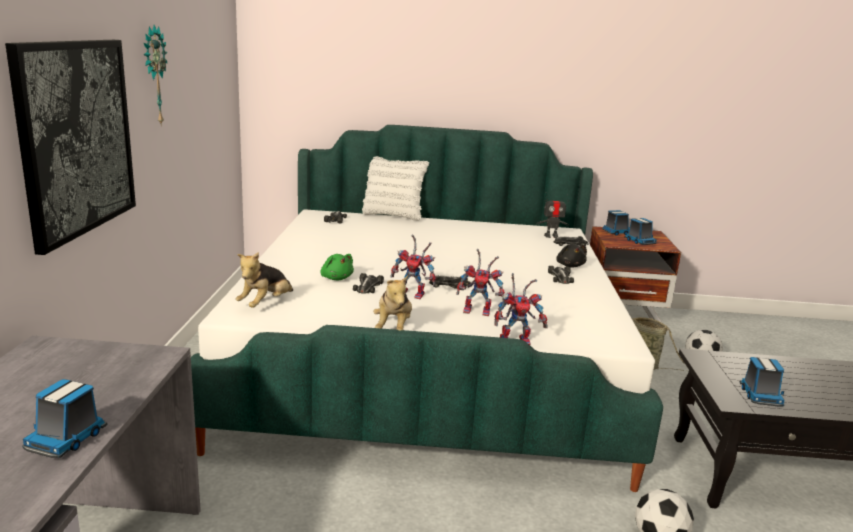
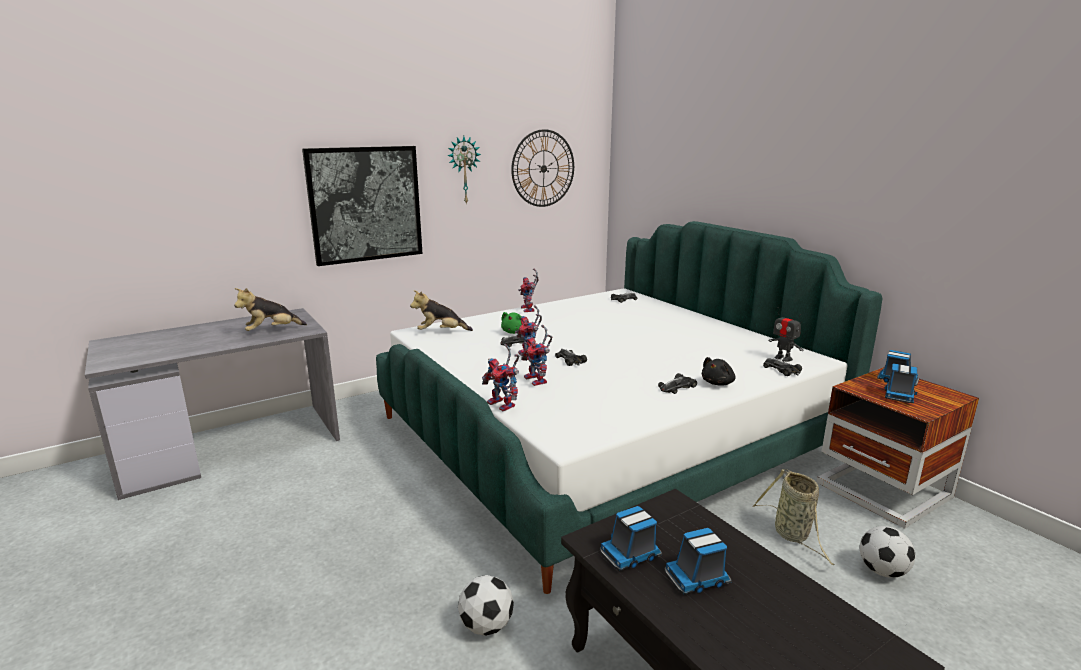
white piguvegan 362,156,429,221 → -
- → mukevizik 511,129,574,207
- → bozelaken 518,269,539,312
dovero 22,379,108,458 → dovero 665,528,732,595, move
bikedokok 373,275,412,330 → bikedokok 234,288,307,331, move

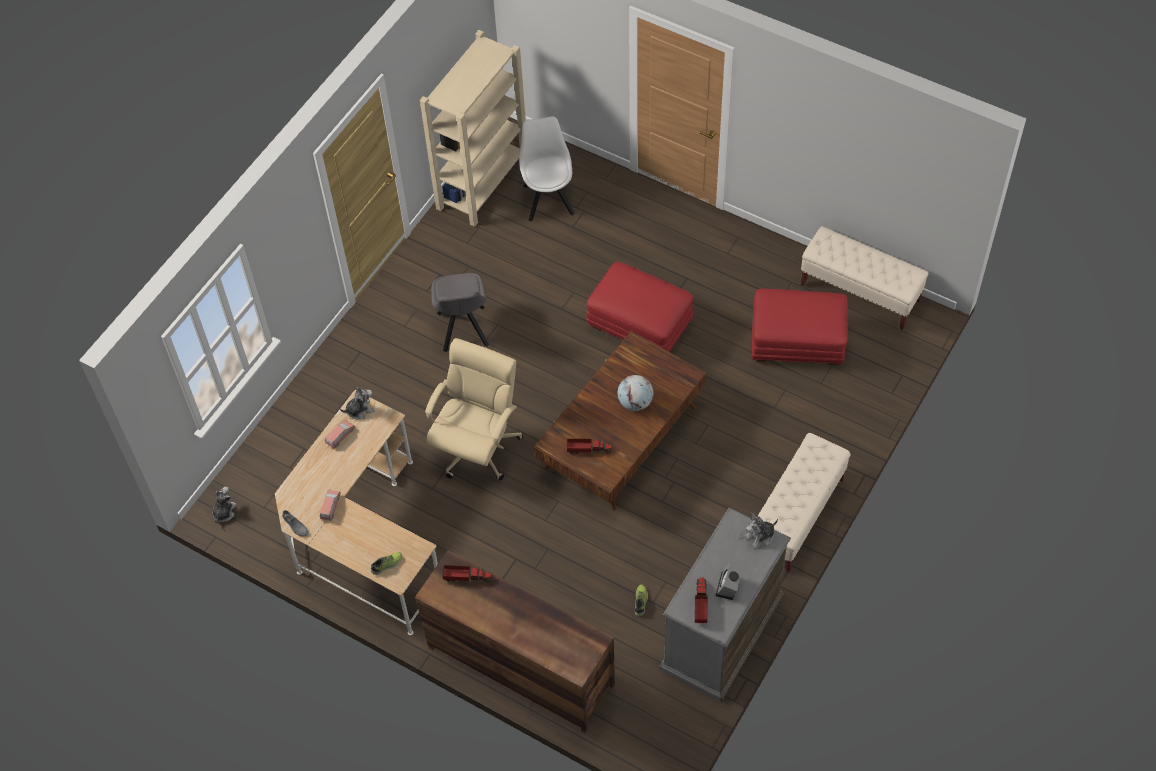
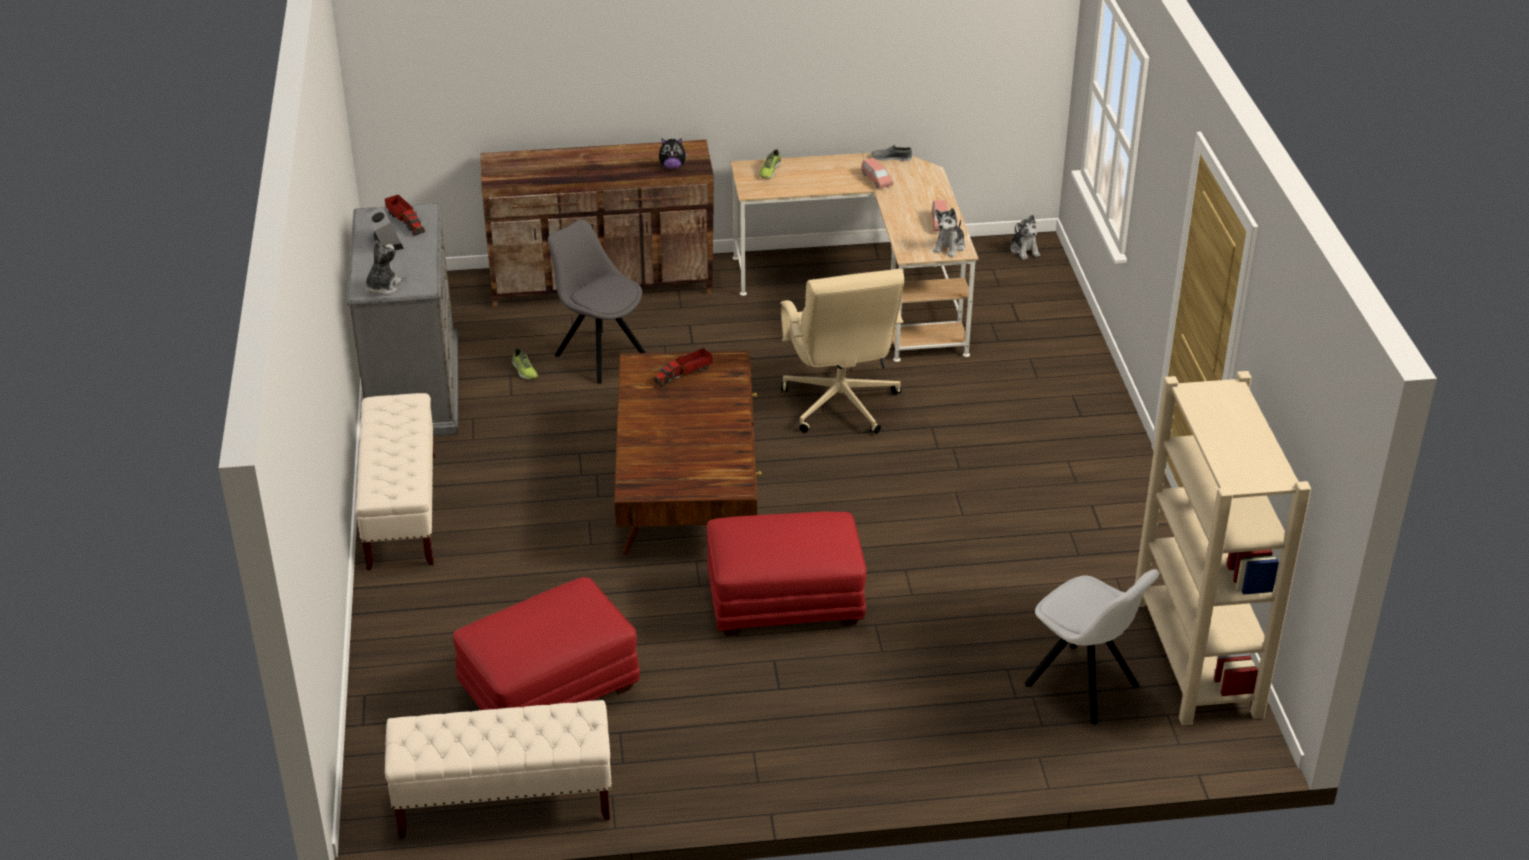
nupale 618,375,653,411 → -
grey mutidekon 431,273,489,352 → grey mutidekon 548,219,646,384, move
dovero 443,565,492,583 → bikedokok 659,138,688,169

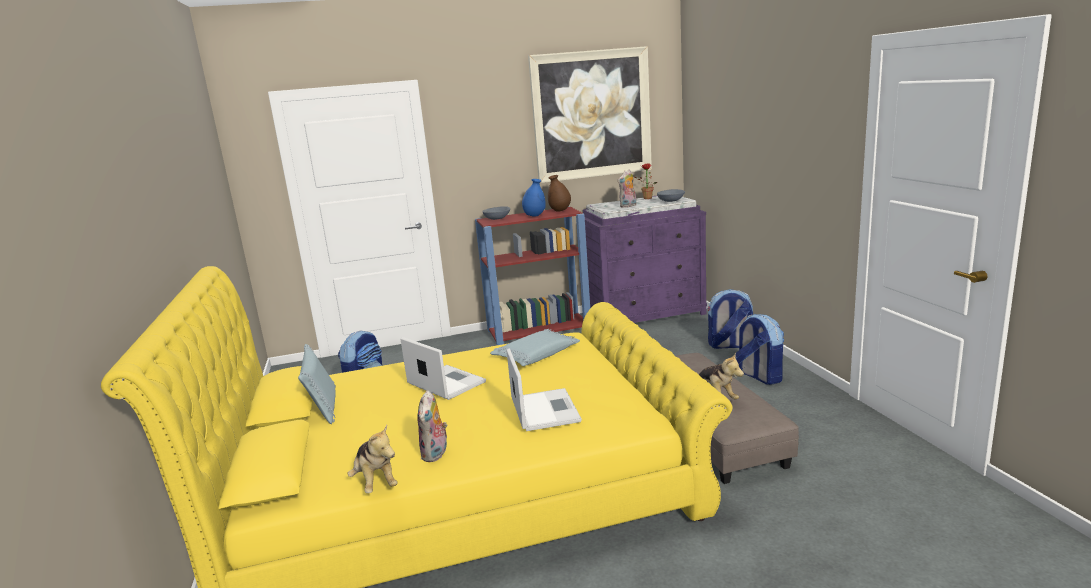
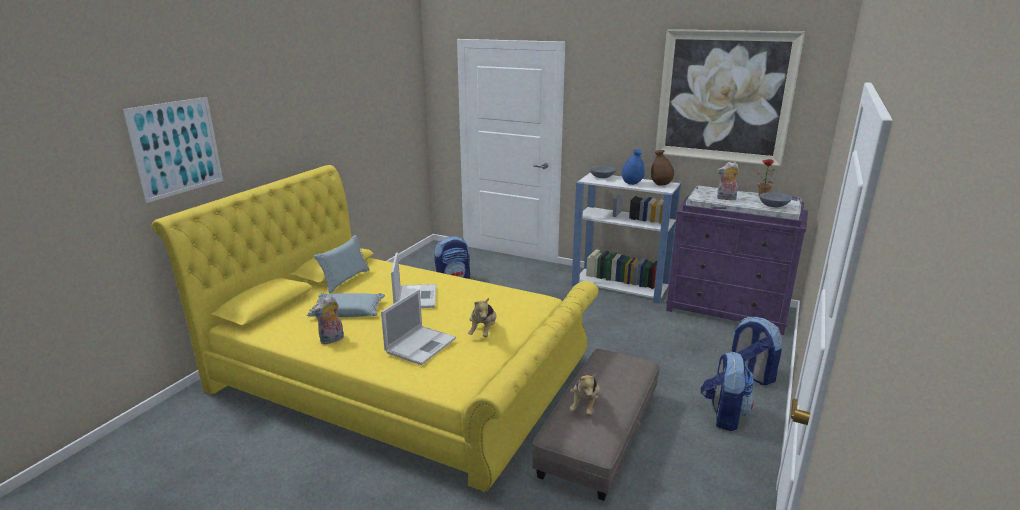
- → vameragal 122,97,223,203
bikedokok 348,424,398,493 → bikedokok 468,298,497,337, move
blue piguvegan 490,329,580,366 → blue piguvegan 307,293,385,317, move
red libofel 475,207,590,345 → white libofel 572,172,681,304

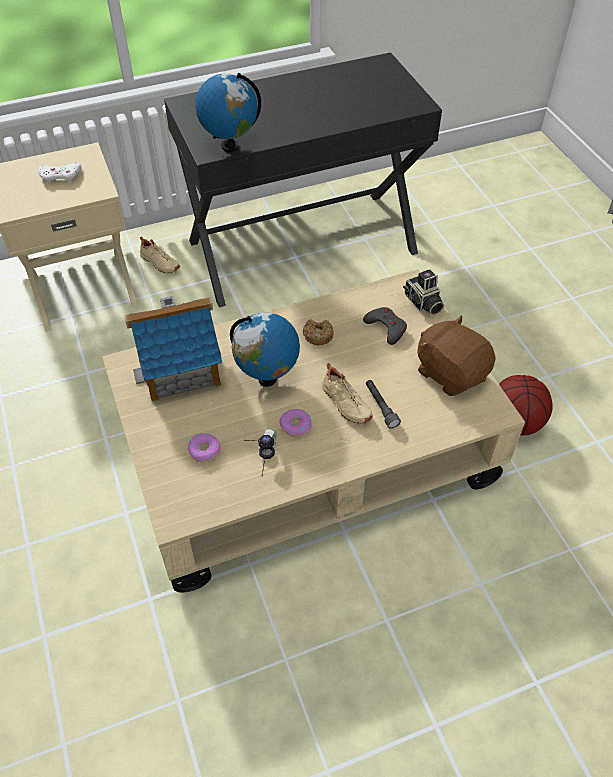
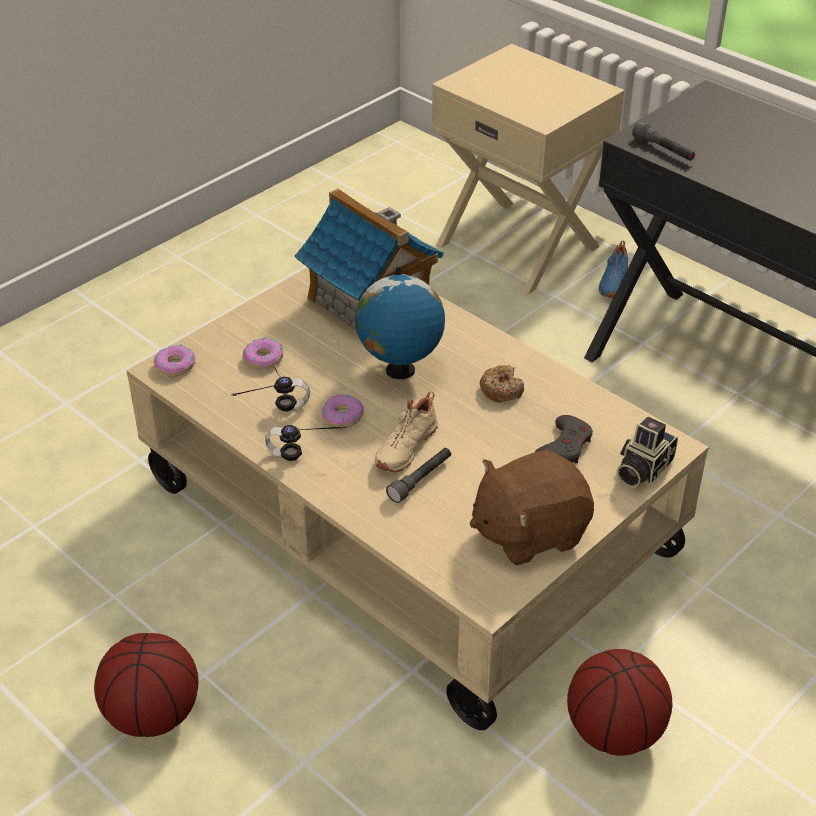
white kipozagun 38,163,81,184 → -
- → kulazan 94,633,198,737
- → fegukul 154,344,196,377
- → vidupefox 265,425,347,461
nupale 195,73,261,152 → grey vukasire 632,121,695,161
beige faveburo 140,237,180,273 → blue faveburo 599,241,628,298
brown bikedokok 417,315,496,396 → brown bikedokok 470,450,594,566, 135 degrees counterclockwise

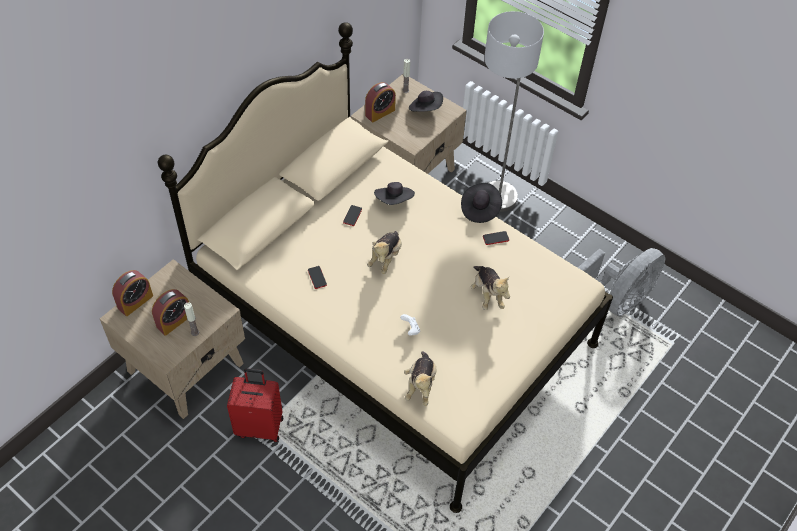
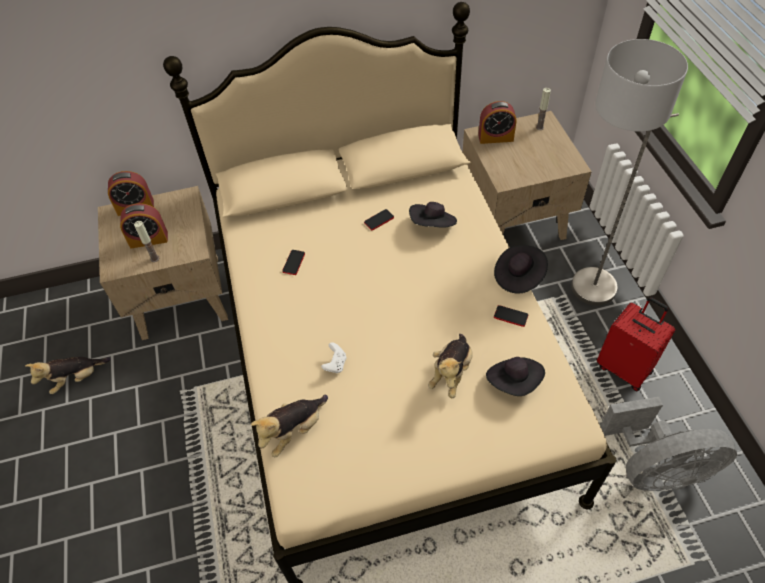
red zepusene 227,368,283,442 → red zepusene 597,297,675,391, move
bikedokok 367,231,402,274 → bikedokok 25,357,111,394, move
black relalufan 409,91,443,112 → black relalufan 486,357,545,396, move

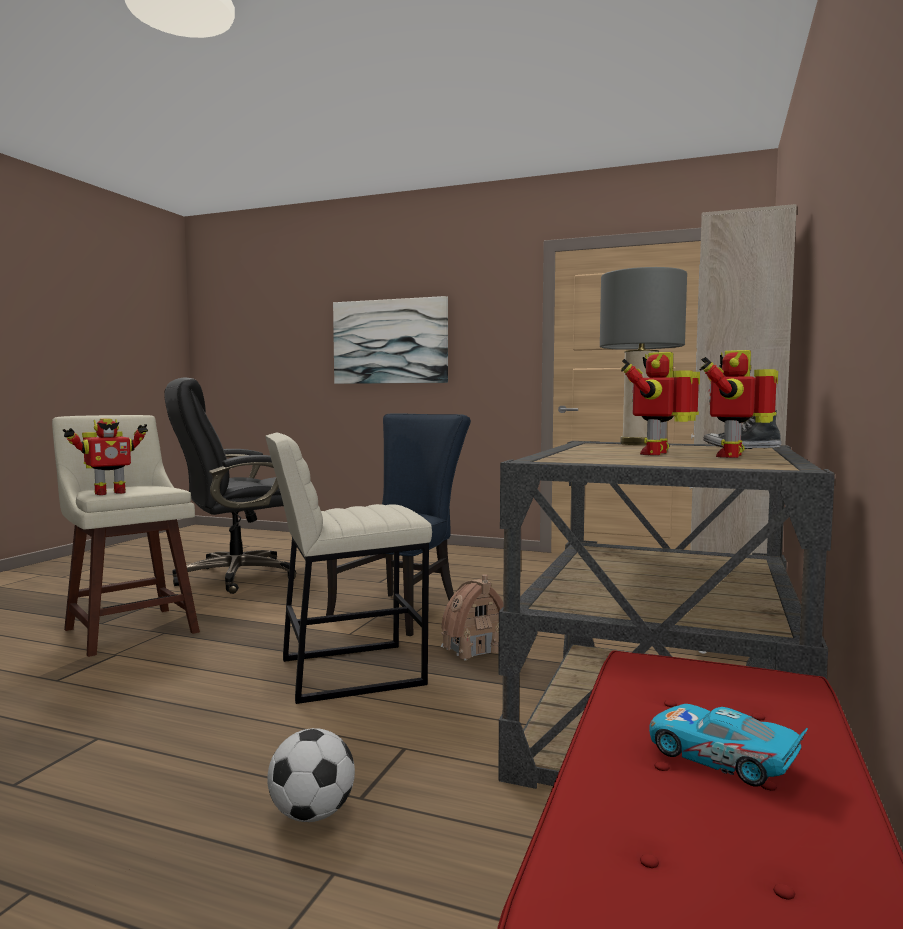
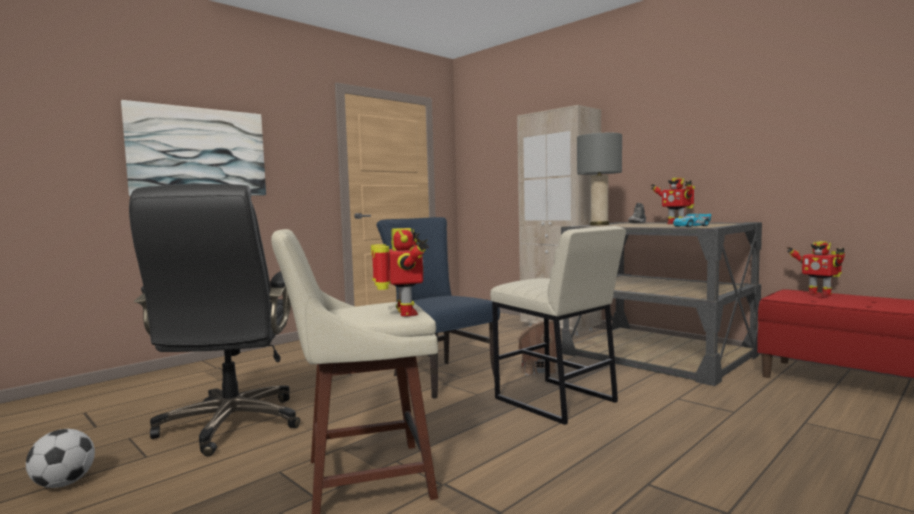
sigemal 267,728,355,822 → sigemal 26,429,95,488, move
bozelaken 621,352,700,455 → bozelaken 787,241,845,296, move
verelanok 649,704,808,787 → verelanok 673,214,711,227, move
beige mutidekon 265,433,432,704 → beige mutidekon 490,226,626,425, 45 degrees counterclockwise

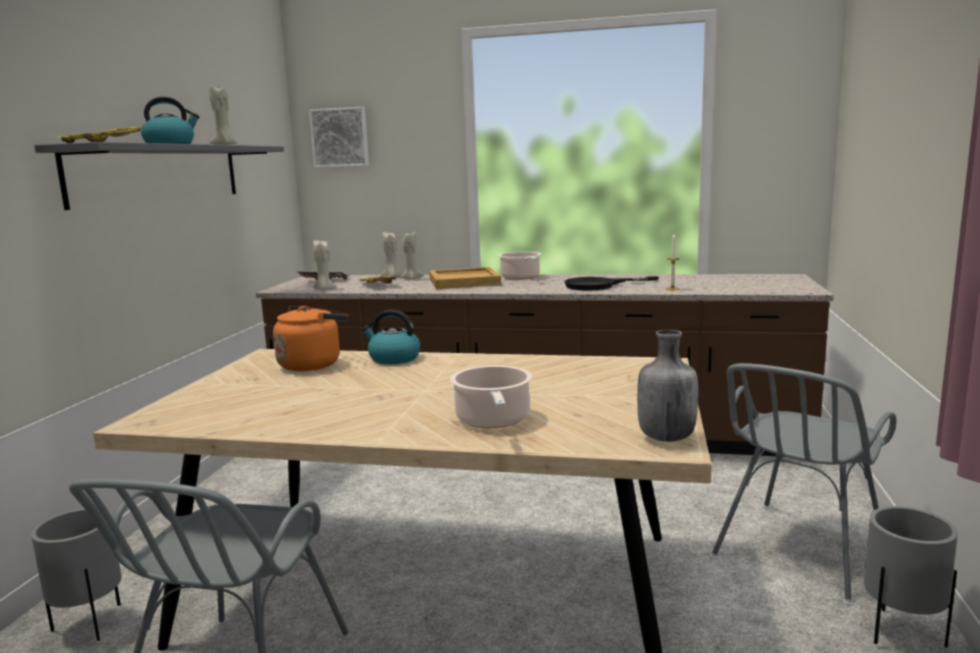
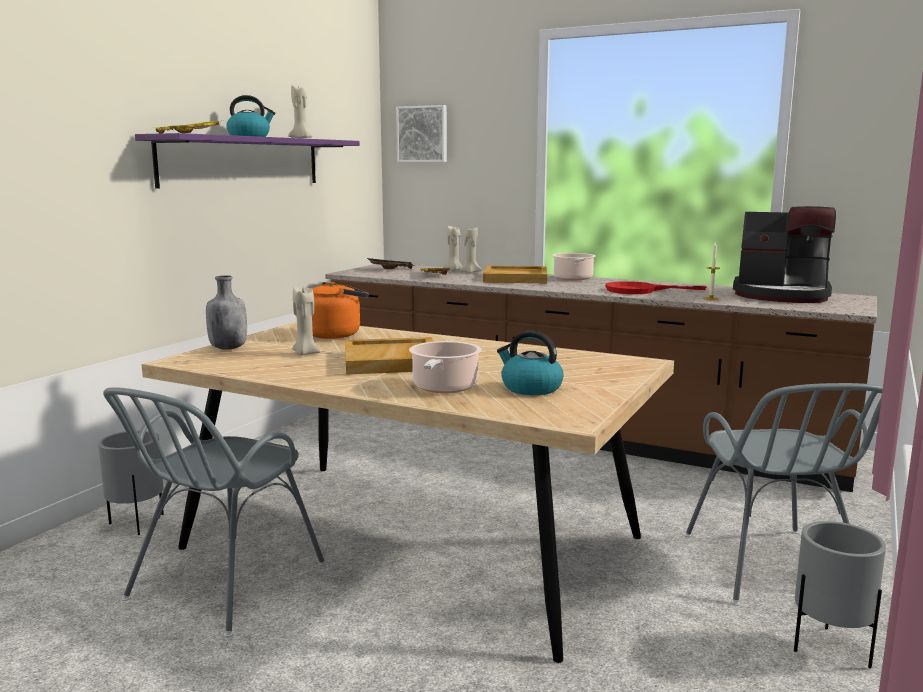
- → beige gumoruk 345,337,434,375
- → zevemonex 733,206,836,303
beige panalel 313,240,336,290 → beige panalel 292,286,321,355, move
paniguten 362,310,420,364 → paniguten 497,331,564,395, move
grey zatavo 637,330,698,442 → grey zatavo 206,275,247,350, move
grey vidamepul 34,142,284,210 → purple vidamepul 135,133,360,189
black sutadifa 564,276,659,291 → red sutadifa 605,281,706,294
grey mutidekon 710,363,897,605 → grey mutidekon 684,383,883,606, 60 degrees counterclockwise

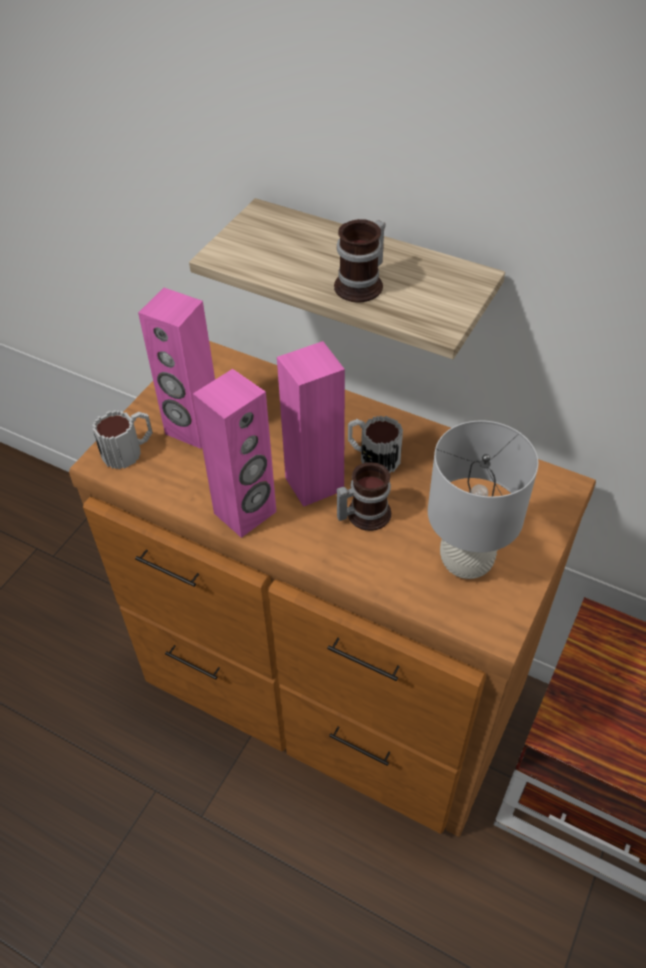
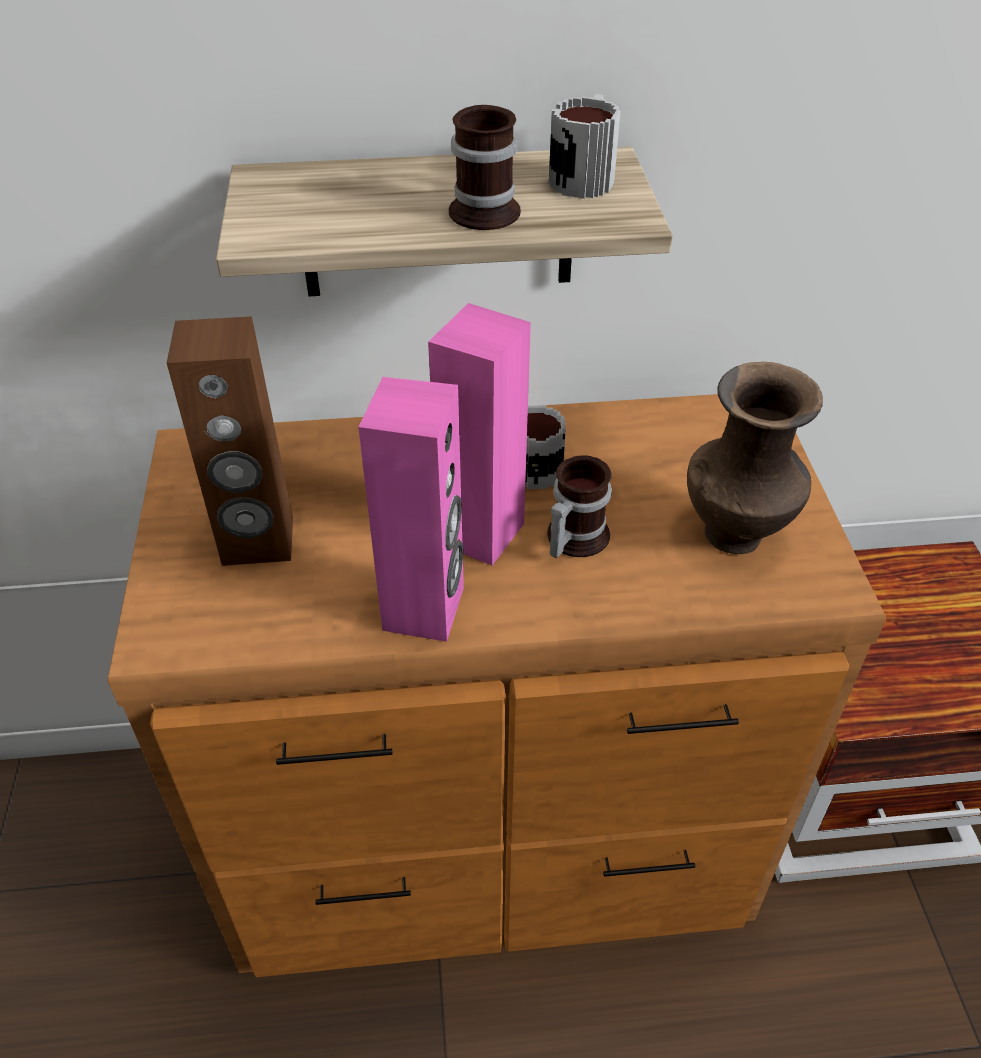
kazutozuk 92,410,153,469 → kazutozuk 549,94,621,199, move
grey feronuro 428,421,538,579 → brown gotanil 687,362,823,554
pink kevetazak 138,288,215,449 → brown kevetazak 167,316,293,566

